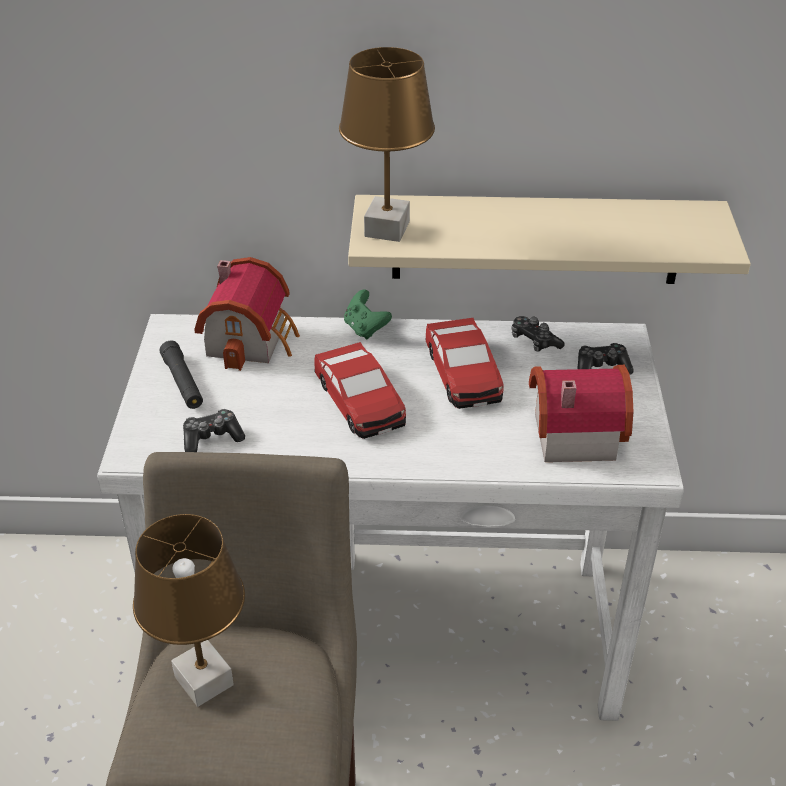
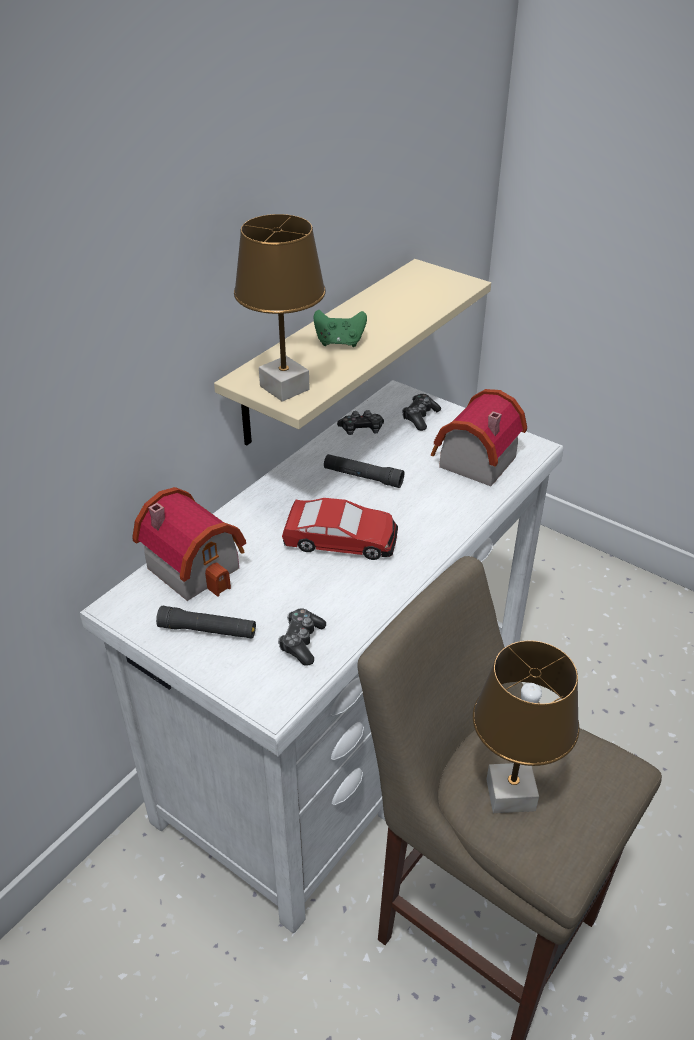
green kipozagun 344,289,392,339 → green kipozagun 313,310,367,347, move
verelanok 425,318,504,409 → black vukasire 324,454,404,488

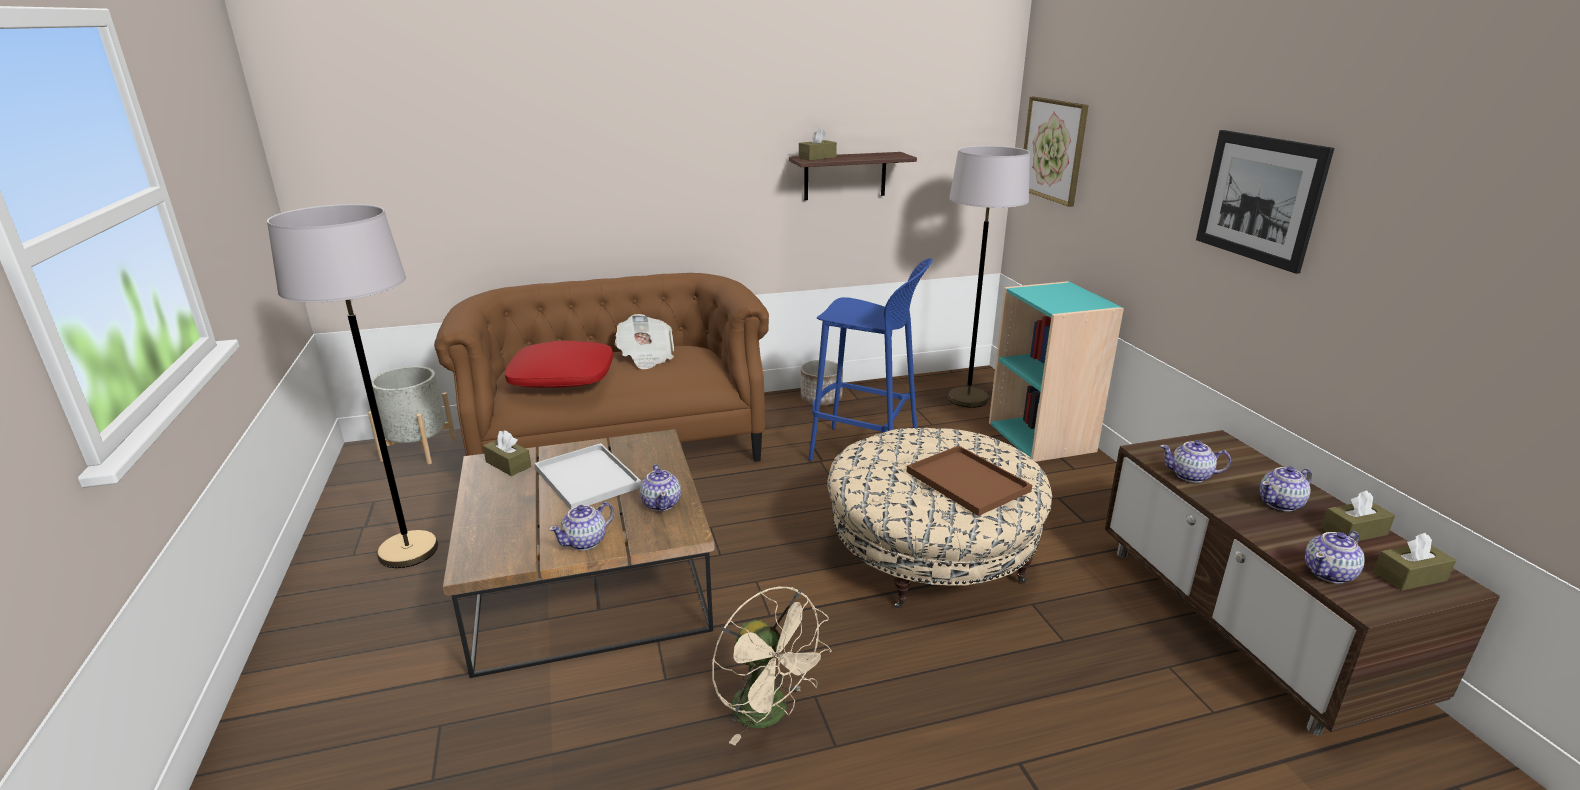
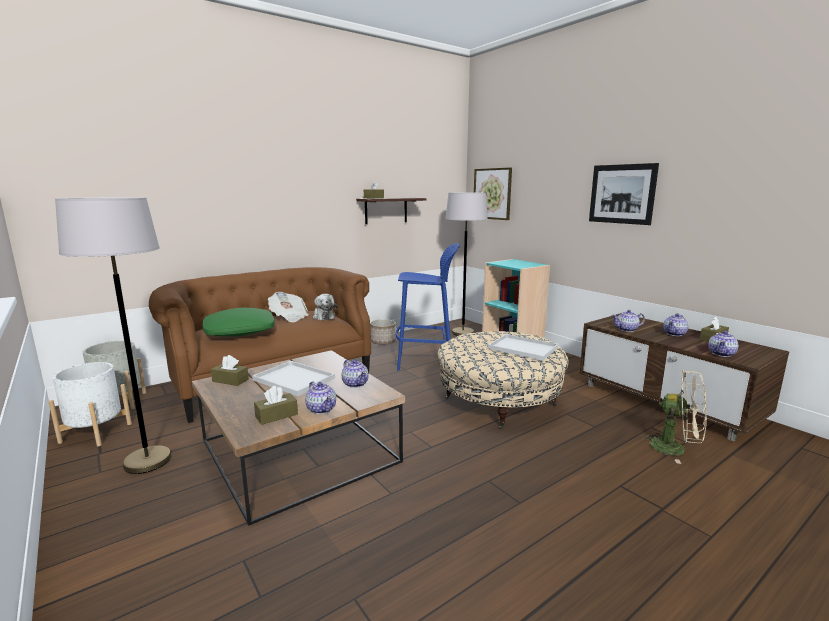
- → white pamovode 48,362,132,446
- → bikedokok 313,294,338,320
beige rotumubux 712,587,832,746 → beige rotumubux 641,370,707,464, move
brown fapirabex 1373,533,1456,591 → brown fapirabex 254,386,298,425, move
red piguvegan 505,341,613,388 → green piguvegan 202,308,275,337
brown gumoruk 906,446,1032,516 → white gumoruk 488,334,558,361
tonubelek 549,502,614,550 → tonubelek 305,381,336,414, 60 degrees counterclockwise

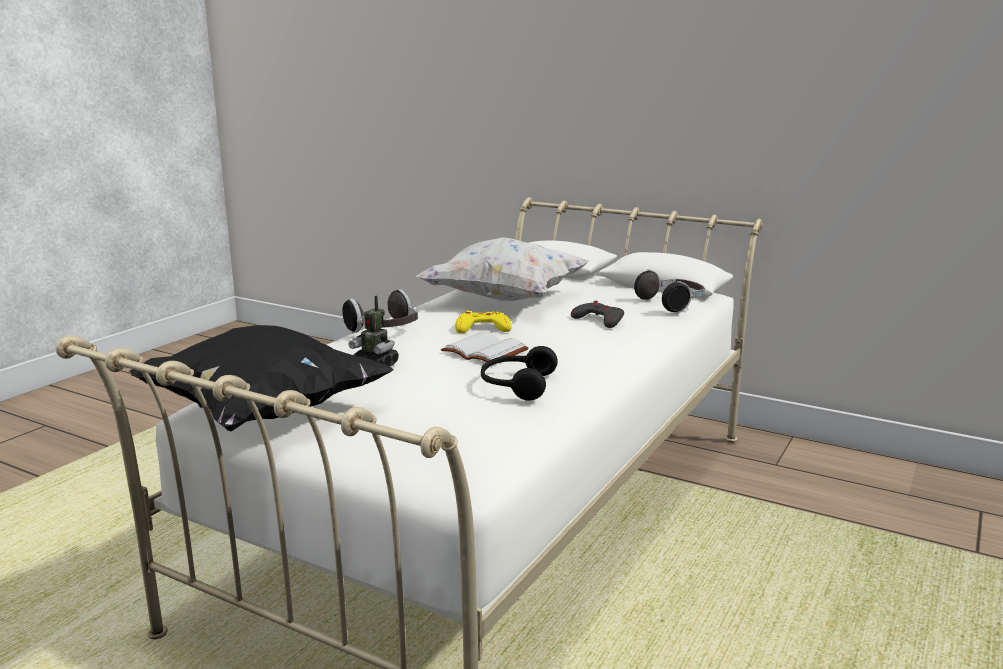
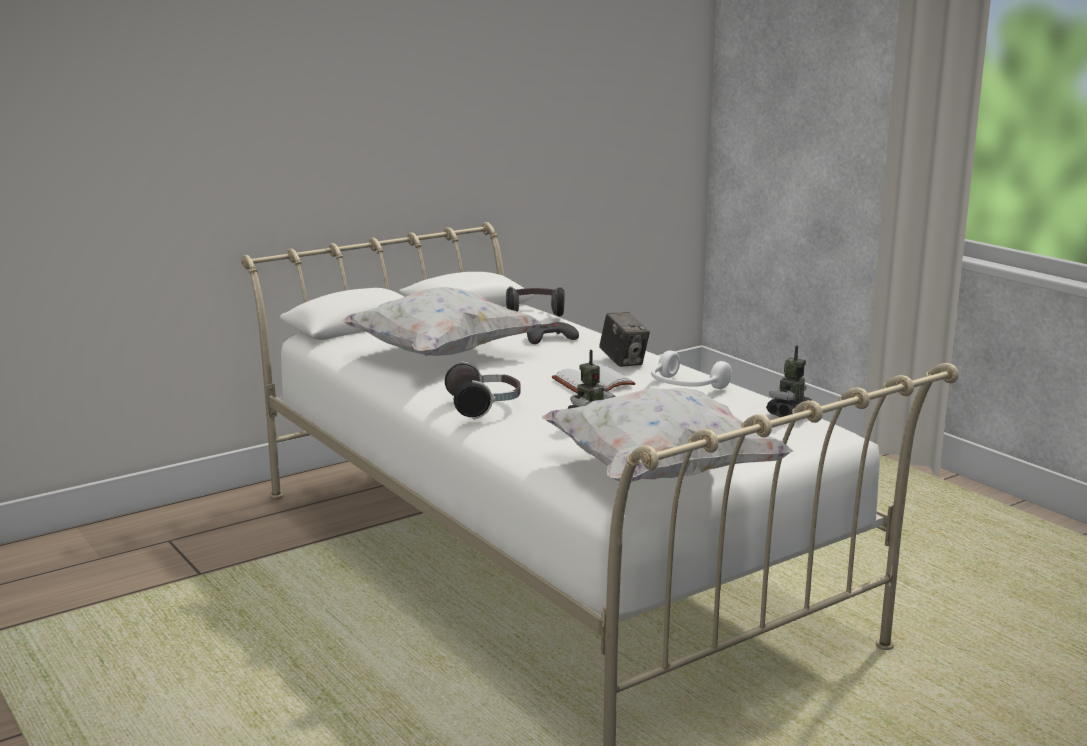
yellow kipozagun 455,310,512,333 → -
- → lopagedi 599,312,650,367
- → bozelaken 766,346,811,417
black piguvegan 129,325,393,432 → white piguvegan 542,388,794,482
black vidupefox 481,346,558,401 → white vidupefox 651,351,732,389

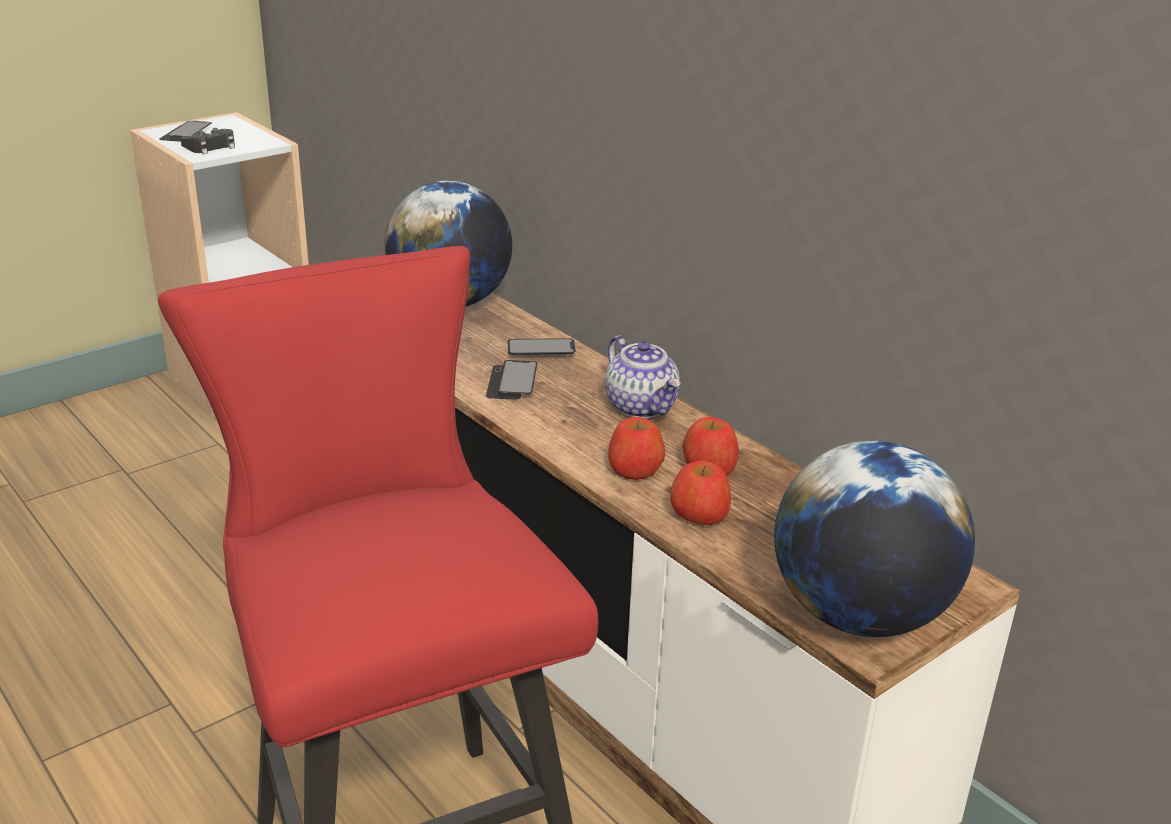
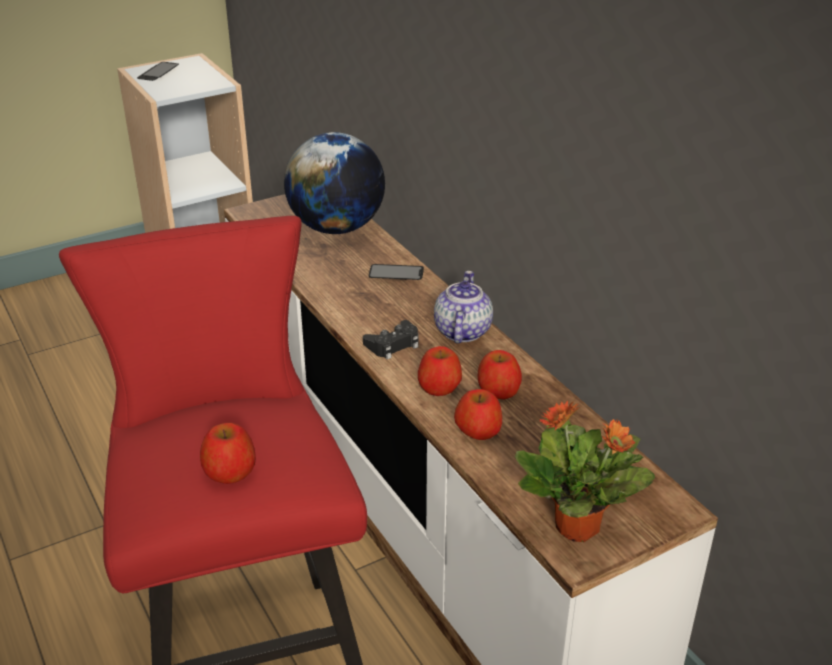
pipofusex 486,360,537,399 → -
- → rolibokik 200,423,256,484
black kipozagun 180,128,235,154 → black kipozagun 363,320,419,359, move
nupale 774,441,975,637 → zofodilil 515,401,655,542
tonubelek 605,335,681,418 → tonubelek 434,271,493,344, 150 degrees counterclockwise

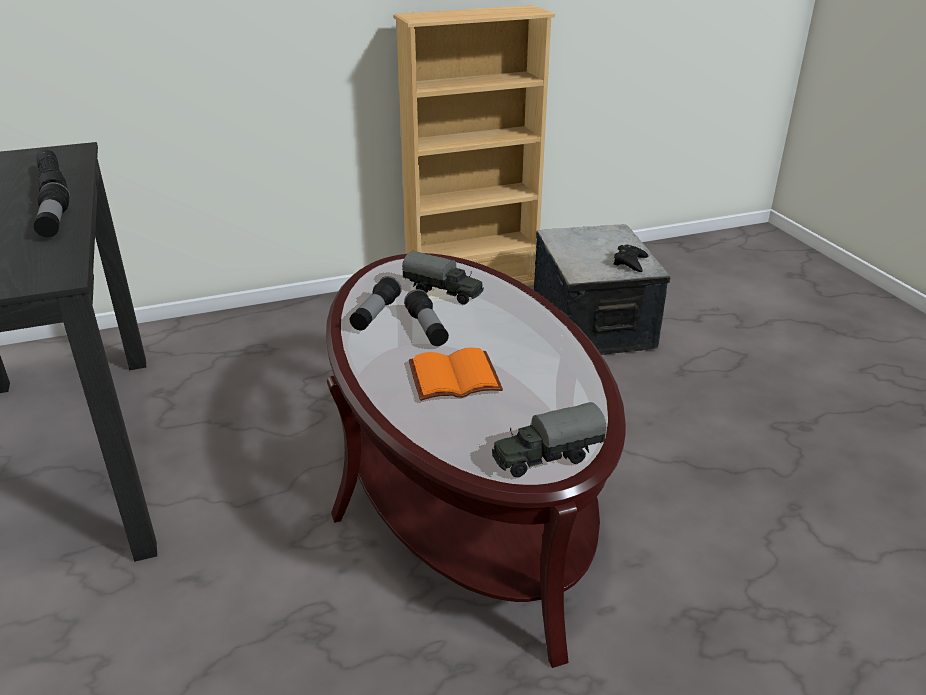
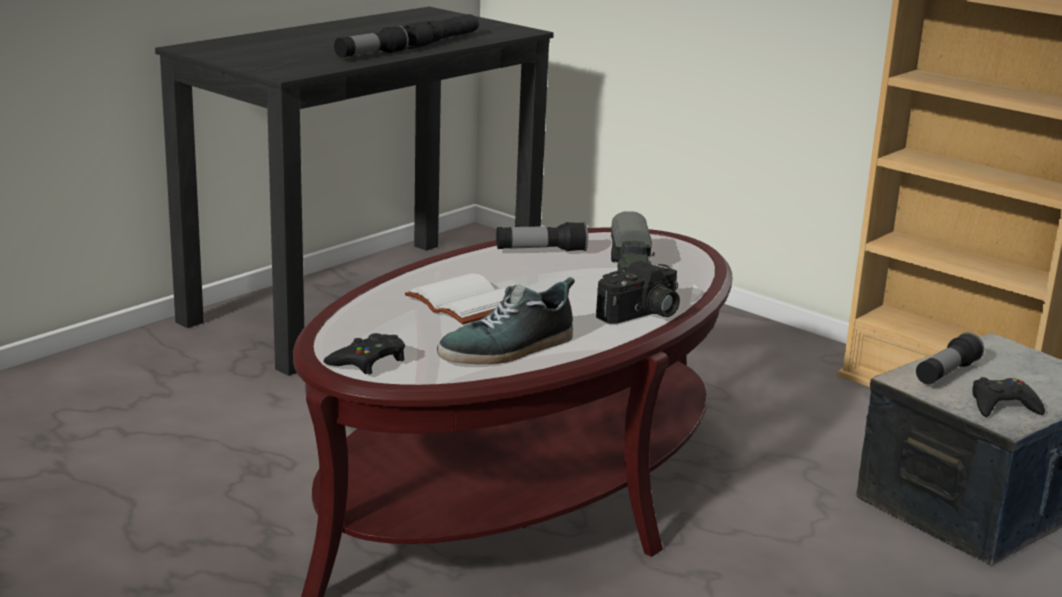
- → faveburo 437,277,575,364
- → lopagedi 596,260,680,324
vukasire 404,289,449,346 → vukasire 916,332,984,384, move
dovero 492,402,607,477 → black kipozagun 324,333,405,374
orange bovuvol 409,347,503,401 → white bovuvol 405,273,506,325

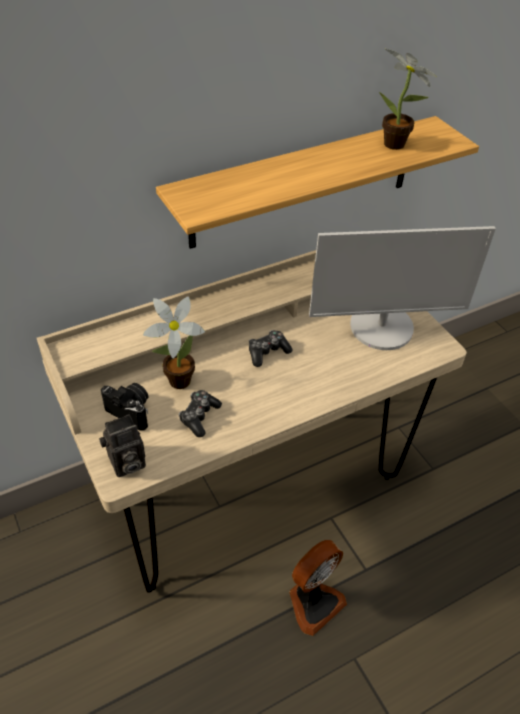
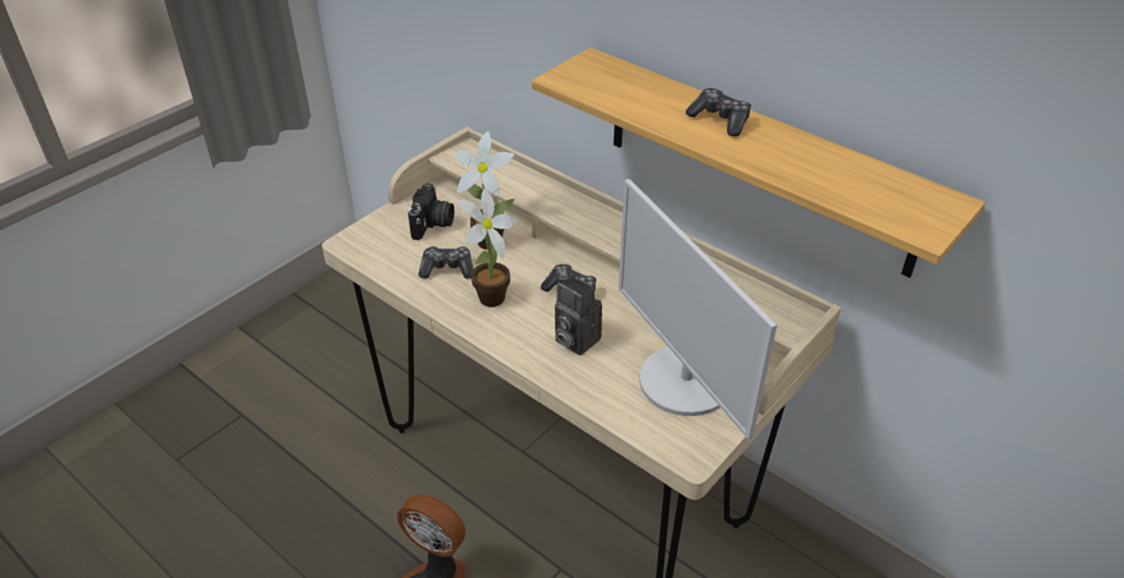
- → kipozagun 686,88,751,137
lopagedi 99,414,146,477 → lopagedi 555,276,602,355, move
zofodilil 379,49,437,150 → zofodilil 457,188,516,307, move

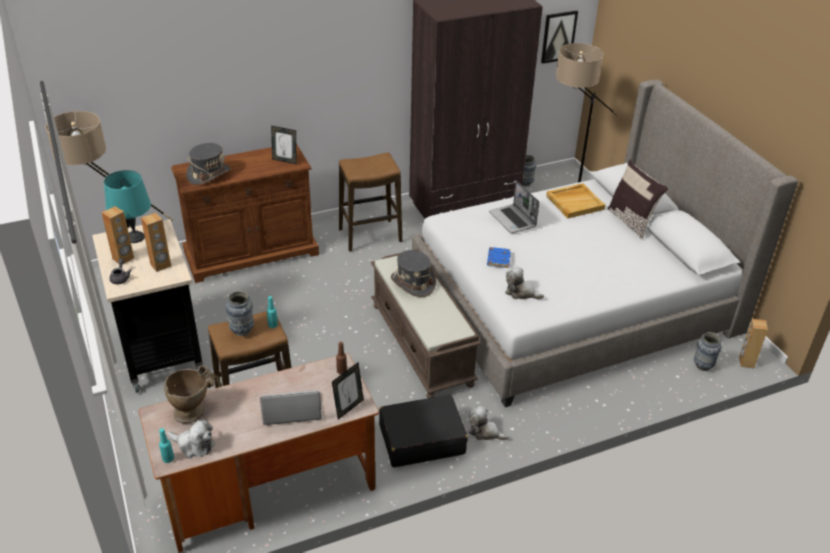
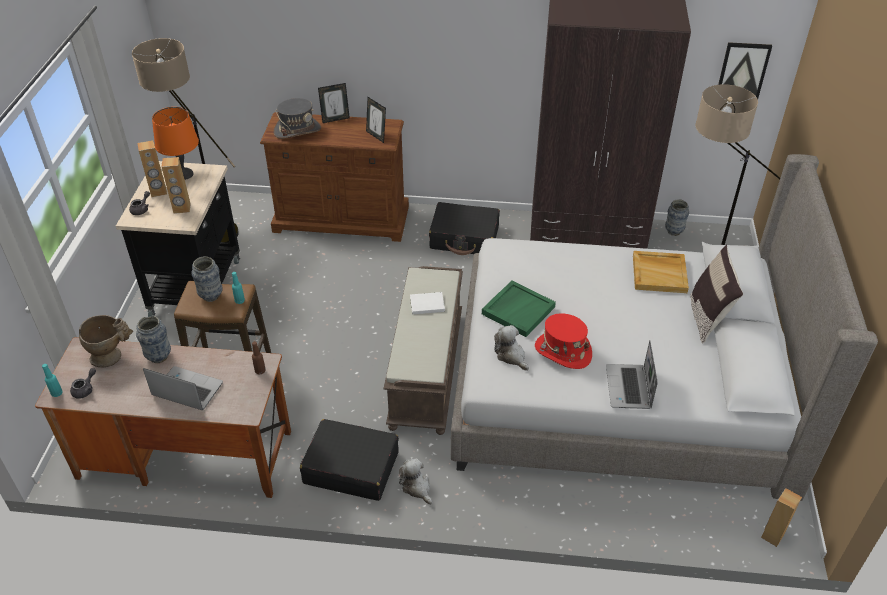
- → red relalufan 535,313,592,369
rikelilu 332,362,364,420 → rikelilu 318,83,350,123, move
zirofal 489,181,539,233 → zirofal 606,341,658,409, move
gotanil 694,332,721,371 → gotanil 136,316,171,363, move
bikedokok 167,420,215,458 → grey tonubelek 70,368,96,399
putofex 339,152,402,252 → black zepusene 429,202,500,255
grey relalufan 391,250,436,297 → white bovuvol 410,292,445,314
blue bovuvol 487,247,511,268 → green gumoruk 482,281,556,337
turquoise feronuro 104,170,151,243 → orange feronuro 152,107,199,180

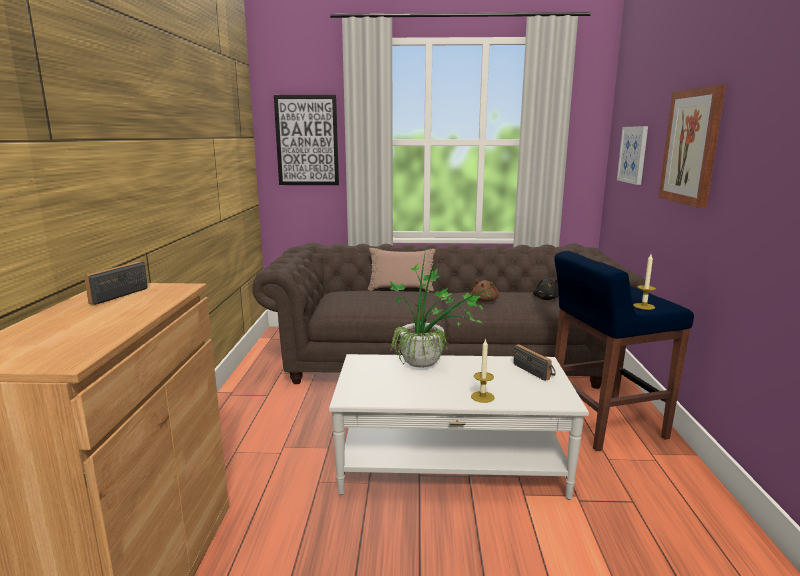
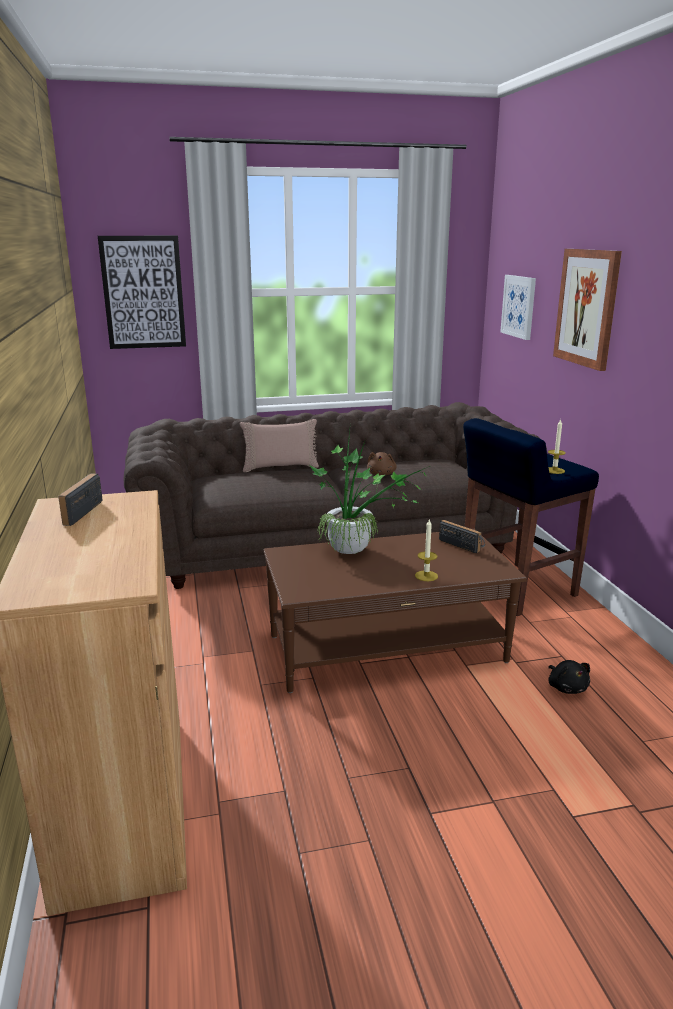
black bikedokok 533,279,559,300 → black bikedokok 548,660,590,694, move
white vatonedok 329,354,589,500 → brown vatonedok 264,529,527,693

